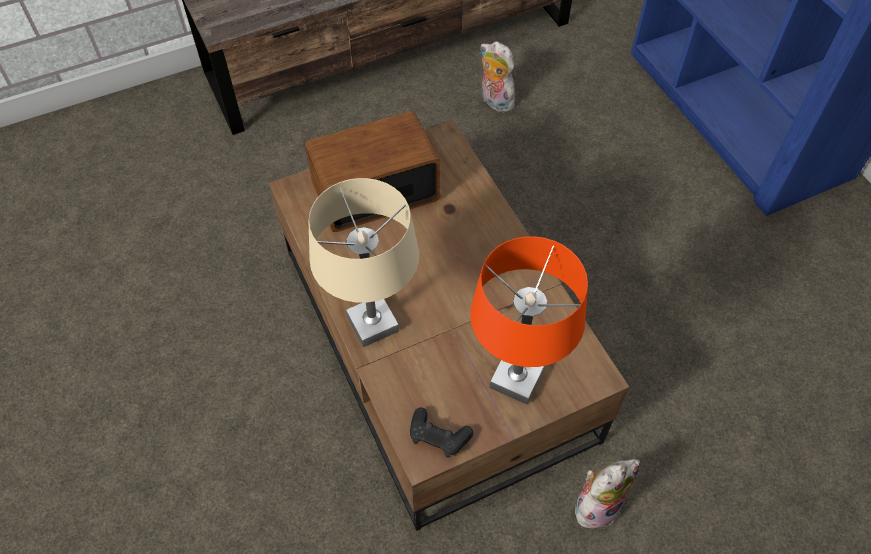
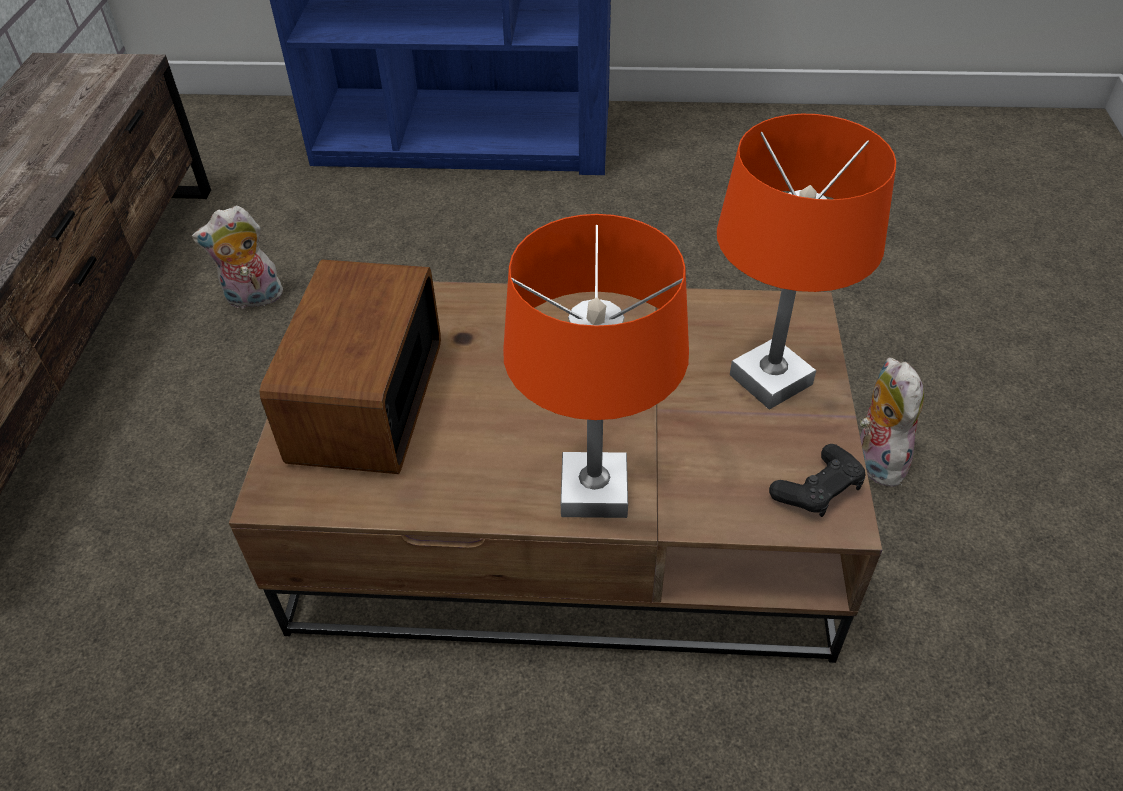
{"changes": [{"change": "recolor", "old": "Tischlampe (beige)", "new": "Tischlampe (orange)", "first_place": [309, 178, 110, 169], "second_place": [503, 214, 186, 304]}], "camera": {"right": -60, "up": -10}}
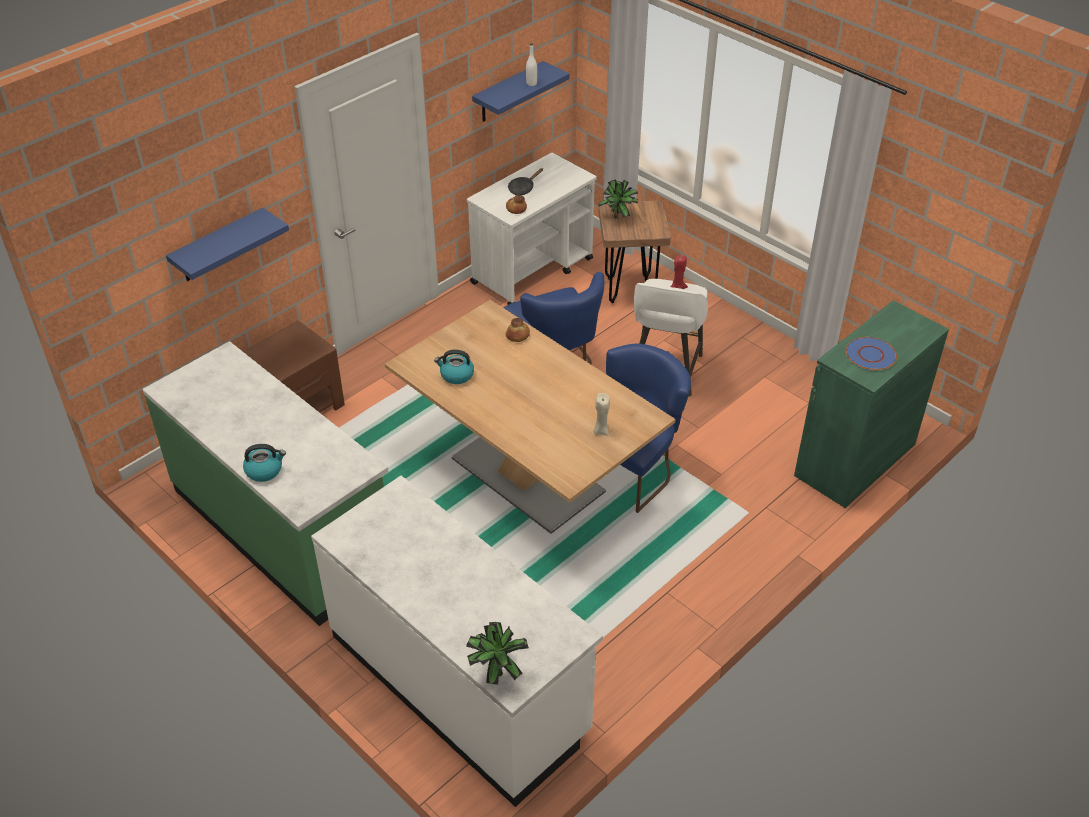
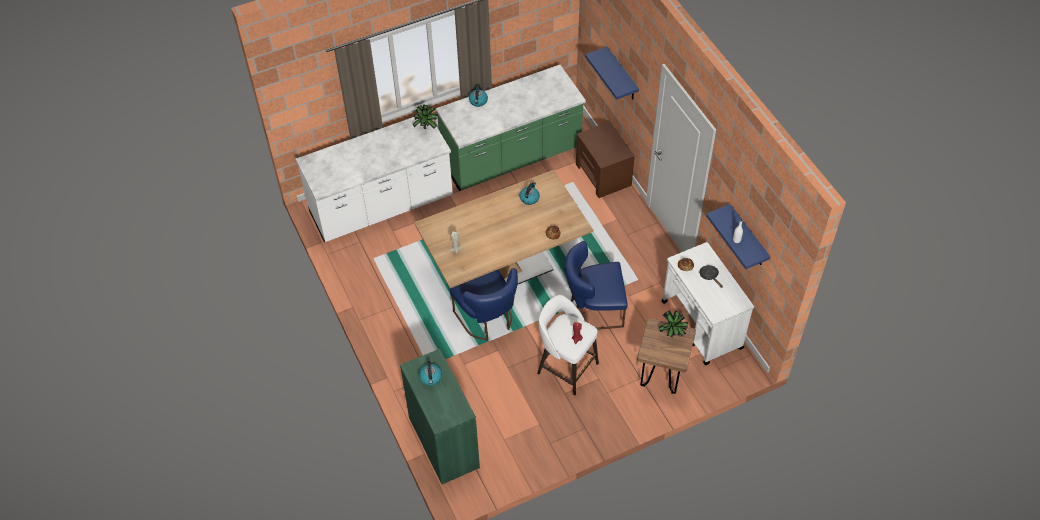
{"changes": [{"change": "move", "old": "Topfpflanze", "first_place": [466, 622, 63, 63], "second_place": [413, 104, 25, 25]}, {"change": "replace", "old": "Teller (blau)", "new": "Wasserkessel", "first_place": [846, 337, 51, 33], "second_place": [419, 361, 23, 25]}], "camera": {"right": 110, "up": 10}}
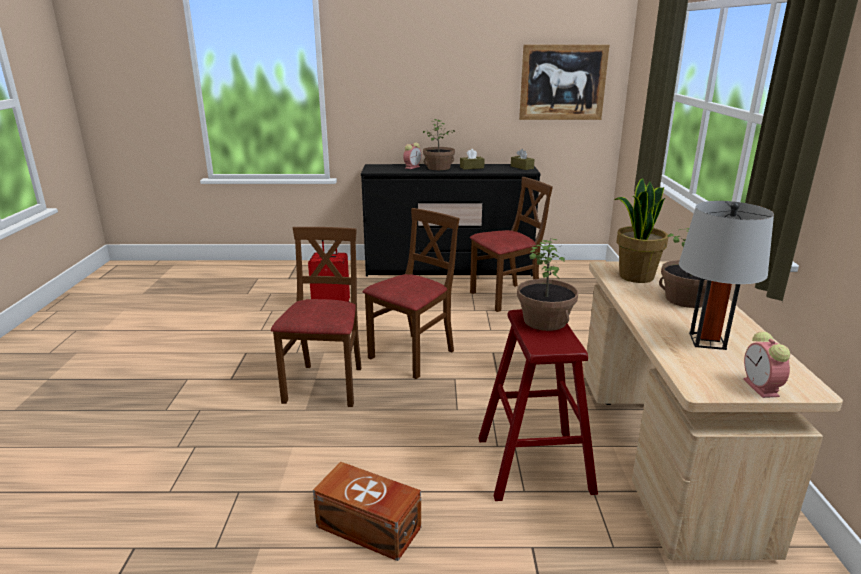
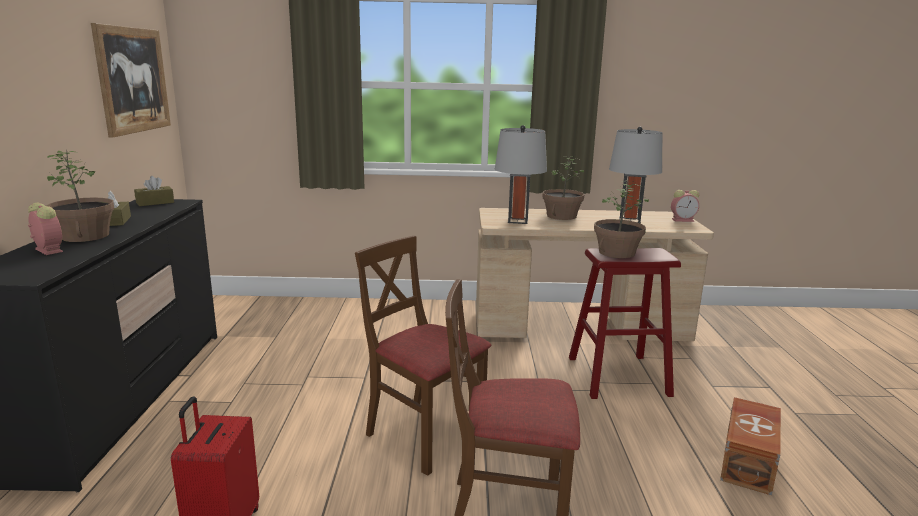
{"changes": [{"change": "delete", "old": "Stuhl (braun)", "first_place": [470, 177, 83, 135]}, {"change": "replace", "old": "Topfpflanze", "new": "Tischlampe (grau)", "first_place": [614, 178, 54, 105], "second_place": [495, 125, 52, 99]}], "camera": {"right": -90, "up": -5}}
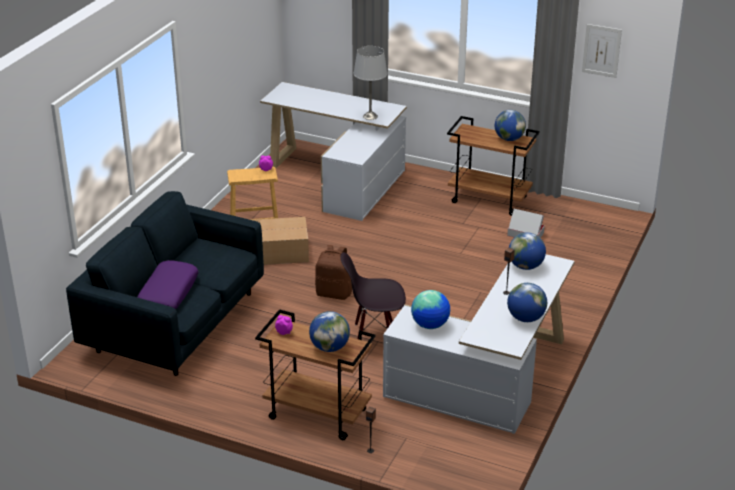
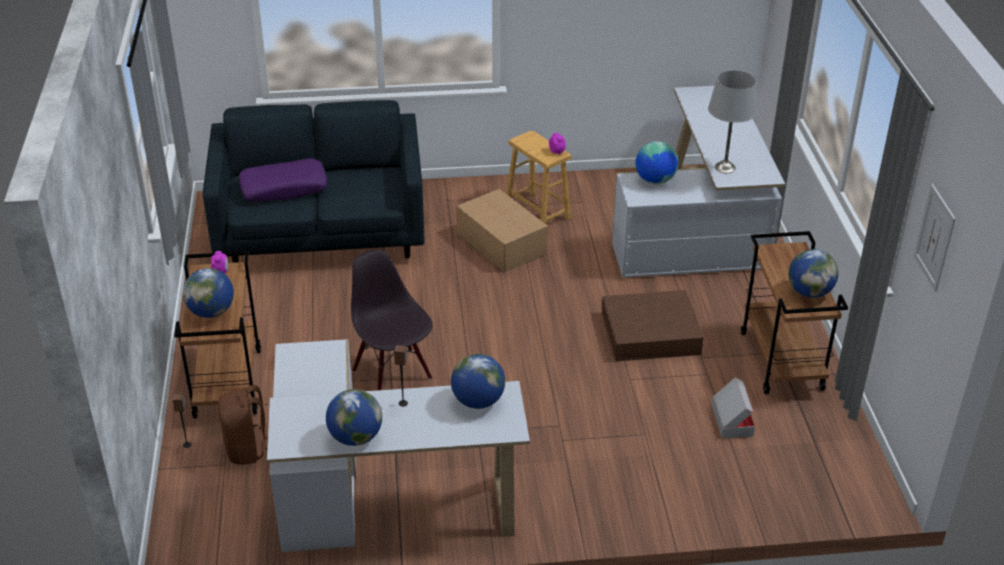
{"changes": [{"change": "insert", "new": "Aufbewahrungsbox (braun)", "second_place": [602, 290, 102, 72]}, {"change": "move", "old": "Rucksack (braun)", "first_place": [315, 245, 37, 55], "second_place": [218, 385, 50, 80]}, {"change": "move", "old": "Globus", "first_place": [411, 290, 39, 39], "second_place": [636, 141, 42, 43]}], "camera": {"right": 60, "up": 5}}
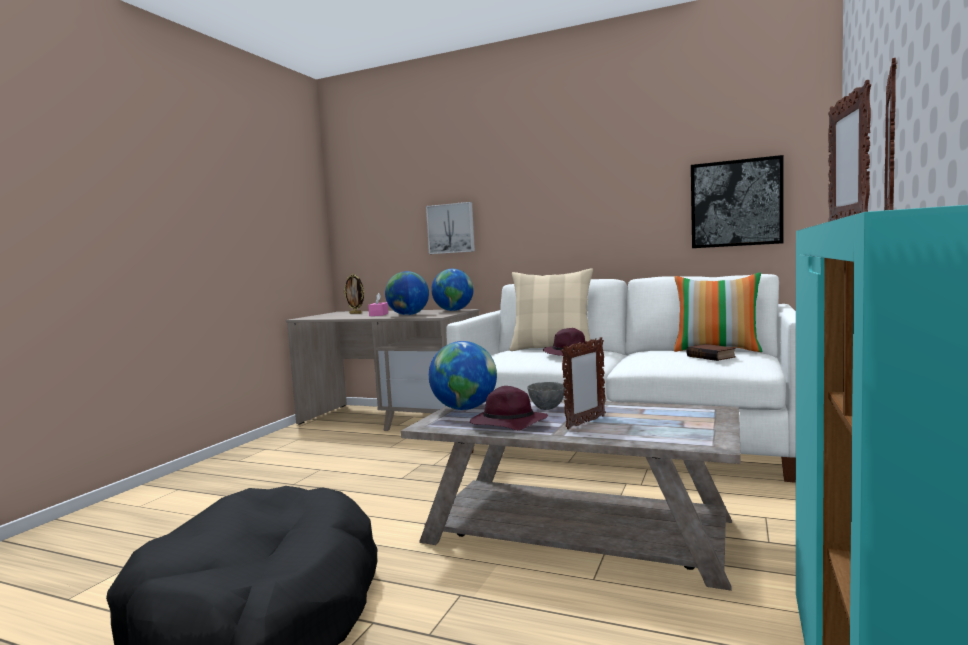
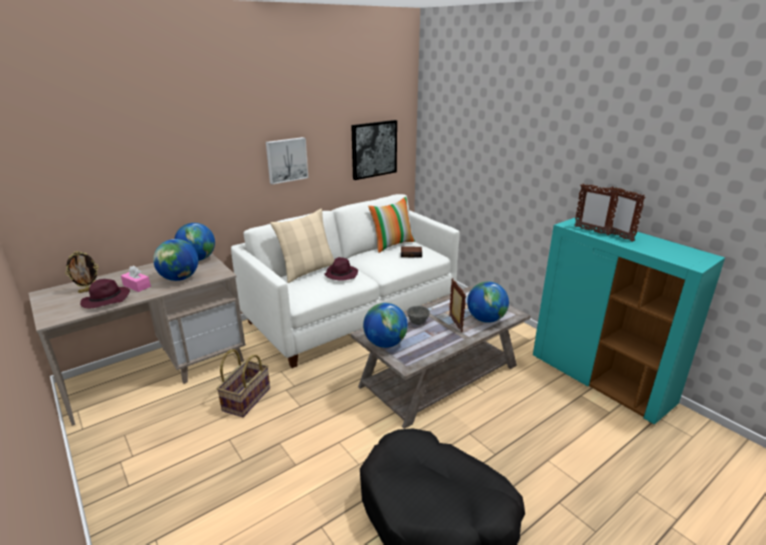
{"changes": [{"change": "insert", "new": "Korb", "second_place": [216, 349, 54, 68]}, {"change": "insert", "new": "Globus", "second_place": [467, 281, 42, 42]}, {"change": "move", "old": "Bild", "first_place": [426, 202, 49, 52], "second_place": [266, 137, 42, 48]}, {"change": "move", "old": "Hut (lila)", "first_place": [470, 386, 78, 44], "second_place": [80, 279, 50, 29]}], "camera": {"right": -60, "up": 20}}
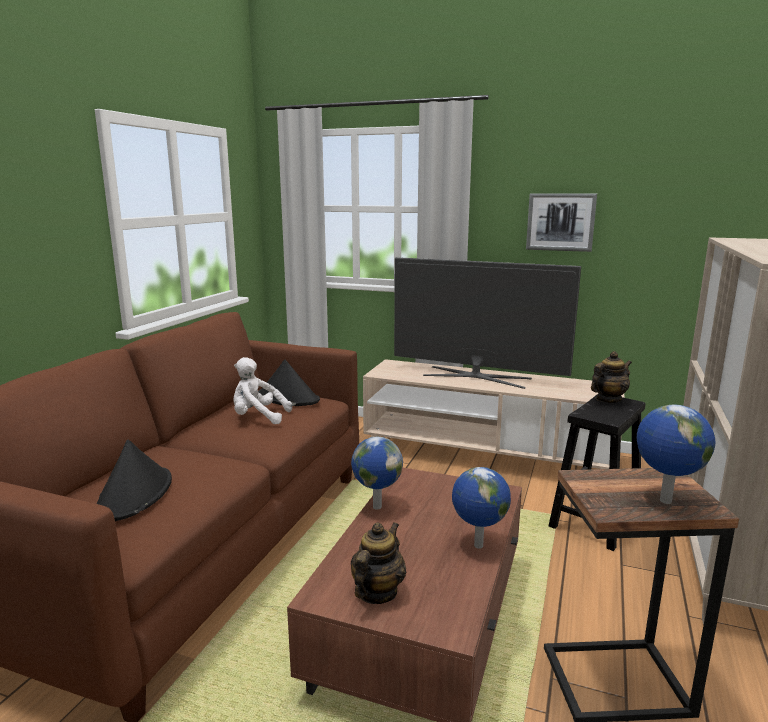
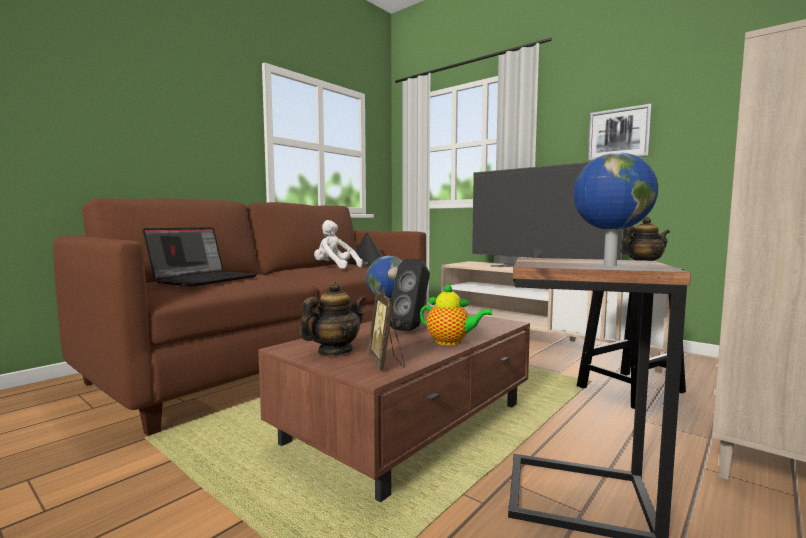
{"changes": [{"change": "insert", "new": "Bilderrahmen", "second_place": [367, 287, 38, 83]}, {"change": "insert", "new": "Lautsprecher (schwarz)", "second_place": [390, 259, 40, 72]}, {"change": "replace", "old": "Hut (schwarz)", "new": "Laptop", "first_place": [96, 440, 76, 81], "second_place": [143, 227, 114, 59]}, {"change": "replace", "old": "Globus", "new": "Teekanne", "first_place": [452, 467, 59, 82], "second_place": [420, 283, 73, 63]}], "camera": {"right": 20, "up": -10}}
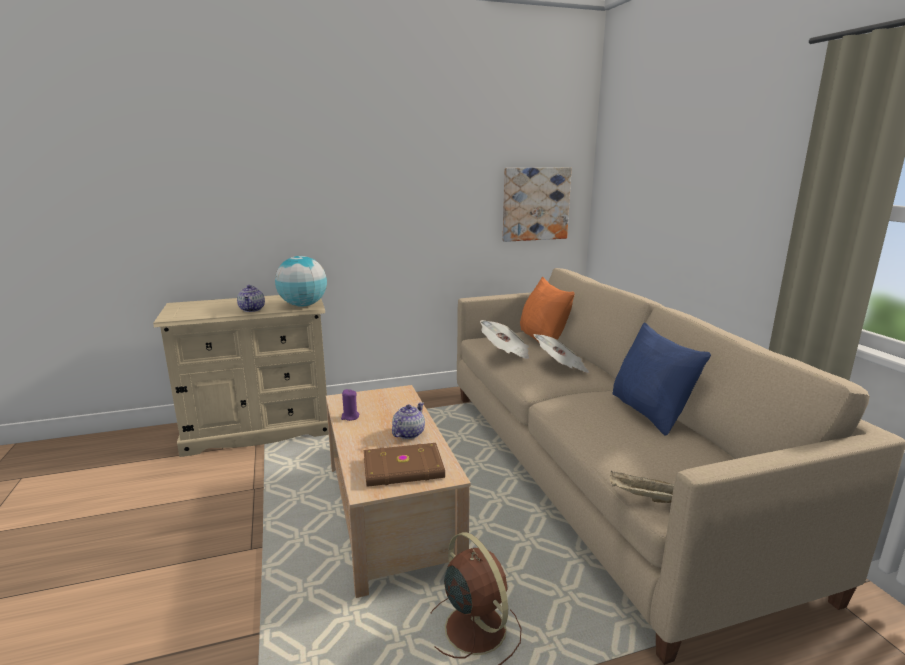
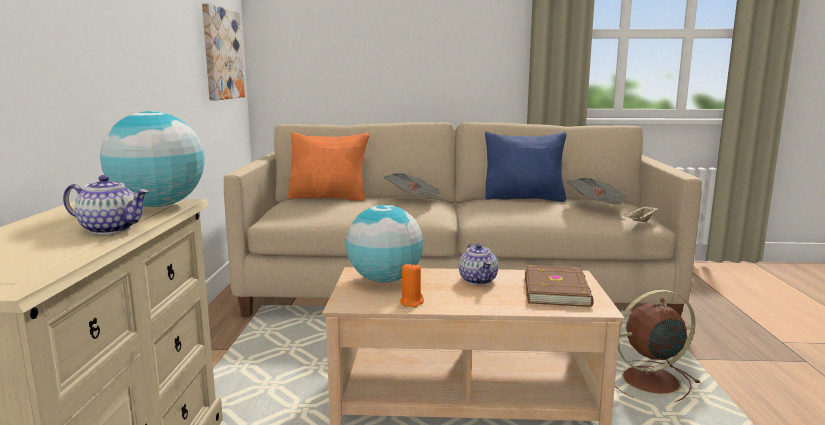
{"changes": [{"change": "insert", "new": "Globus", "second_place": [346, 205, 77, 78]}, {"change": "move", "old": "Zeitung", "first_place": [480, 320, 49, 39], "second_place": [567, 178, 59, 26]}, {"change": "recolor", "old": "Kerze (lila)", "new": "Kerze (orange)", "first_place": [341, 389, 18, 32], "second_place": [399, 262, 25, 45]}, {"change": "rotate", "old": "Teekanne", "first_place": [392, 402, 33, 37], "second_place": [459, 244, 39, 41], "degrees": -150}], "camera": {"right": -70, "up": -5}}
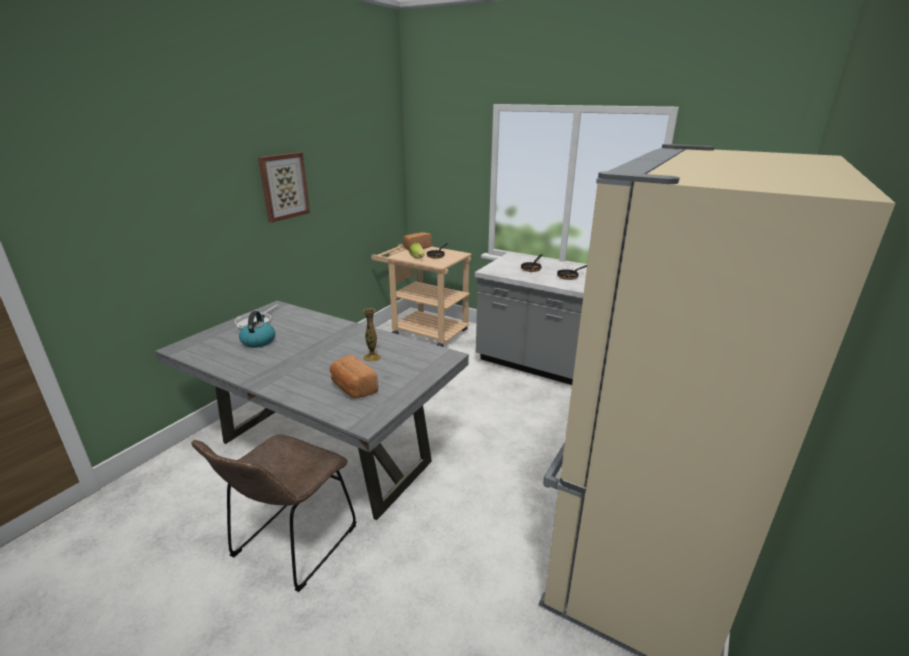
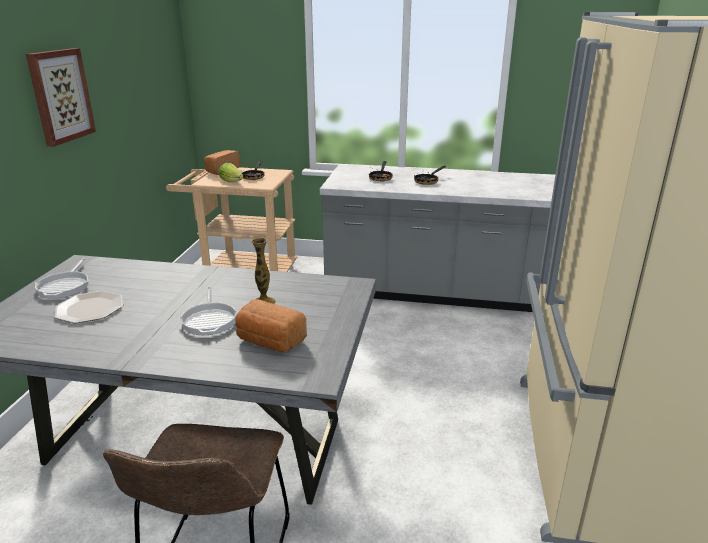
{"changes": [{"change": "insert", "new": "Pfanne", "second_place": [179, 287, 59, 48]}, {"change": "replace", "old": "Wasserkessel", "new": "Teller", "first_place": [239, 311, 36, 37], "second_place": [55, 291, 68, 32]}], "camera": {"right": -20, "up": 0}}
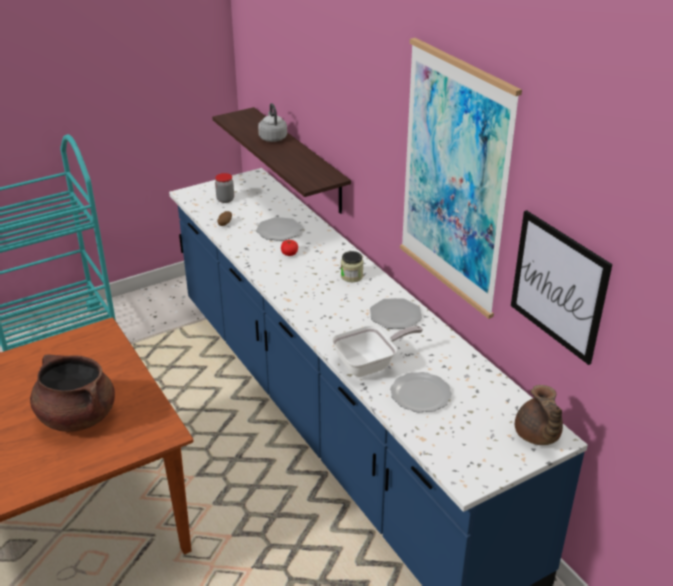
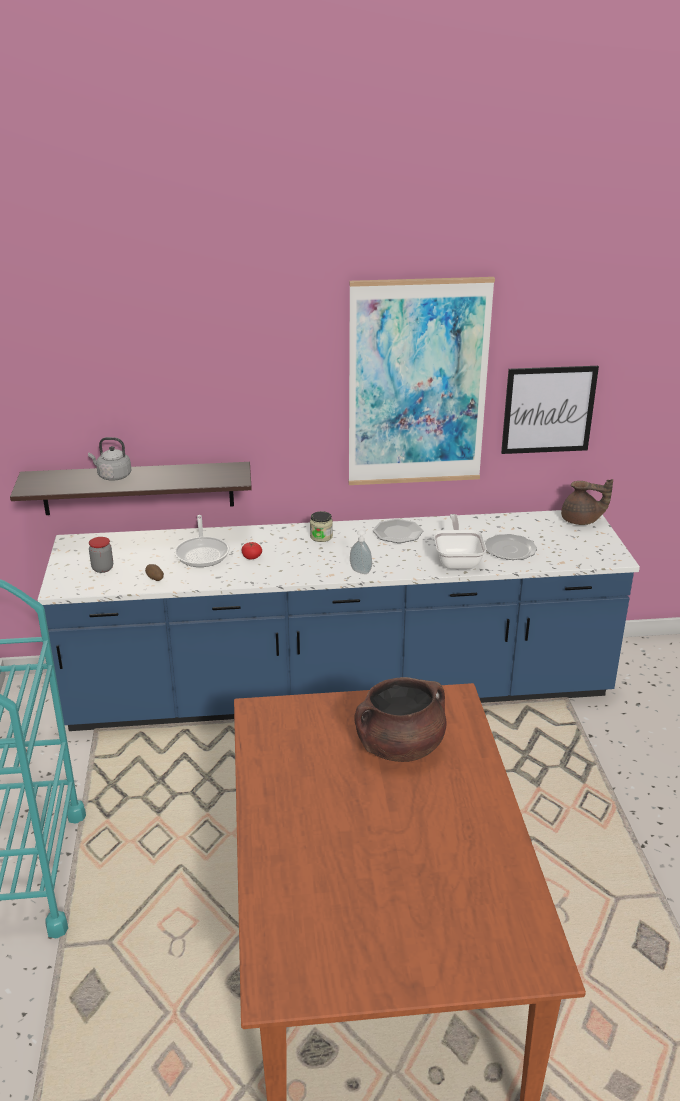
{"changes": [{"change": "insert", "new": "Seifenspender", "second_place": [350, 529, 22, 45]}, {"change": "replace", "old": "Teller", "new": "Pfanne", "first_place": [256, 217, 46, 24], "second_place": [174, 515, 56, 52]}], "camera": {"right": -65, "up": -5}}
